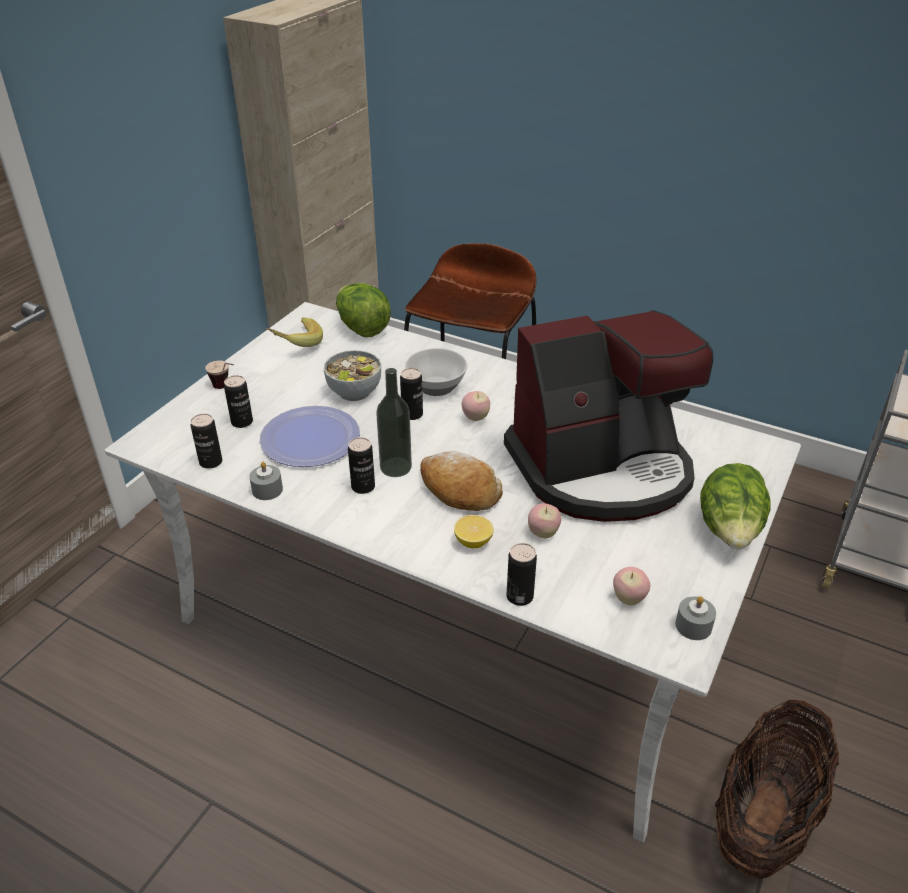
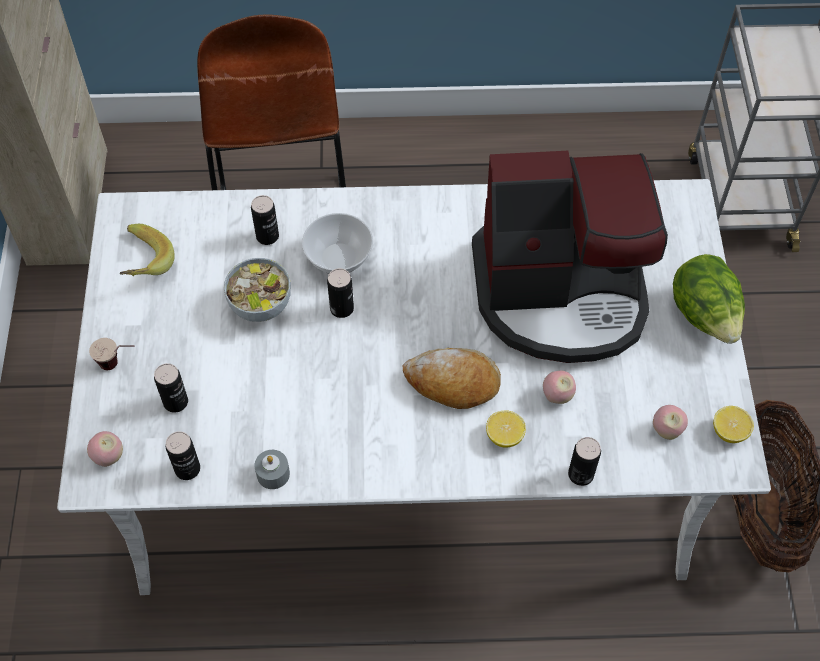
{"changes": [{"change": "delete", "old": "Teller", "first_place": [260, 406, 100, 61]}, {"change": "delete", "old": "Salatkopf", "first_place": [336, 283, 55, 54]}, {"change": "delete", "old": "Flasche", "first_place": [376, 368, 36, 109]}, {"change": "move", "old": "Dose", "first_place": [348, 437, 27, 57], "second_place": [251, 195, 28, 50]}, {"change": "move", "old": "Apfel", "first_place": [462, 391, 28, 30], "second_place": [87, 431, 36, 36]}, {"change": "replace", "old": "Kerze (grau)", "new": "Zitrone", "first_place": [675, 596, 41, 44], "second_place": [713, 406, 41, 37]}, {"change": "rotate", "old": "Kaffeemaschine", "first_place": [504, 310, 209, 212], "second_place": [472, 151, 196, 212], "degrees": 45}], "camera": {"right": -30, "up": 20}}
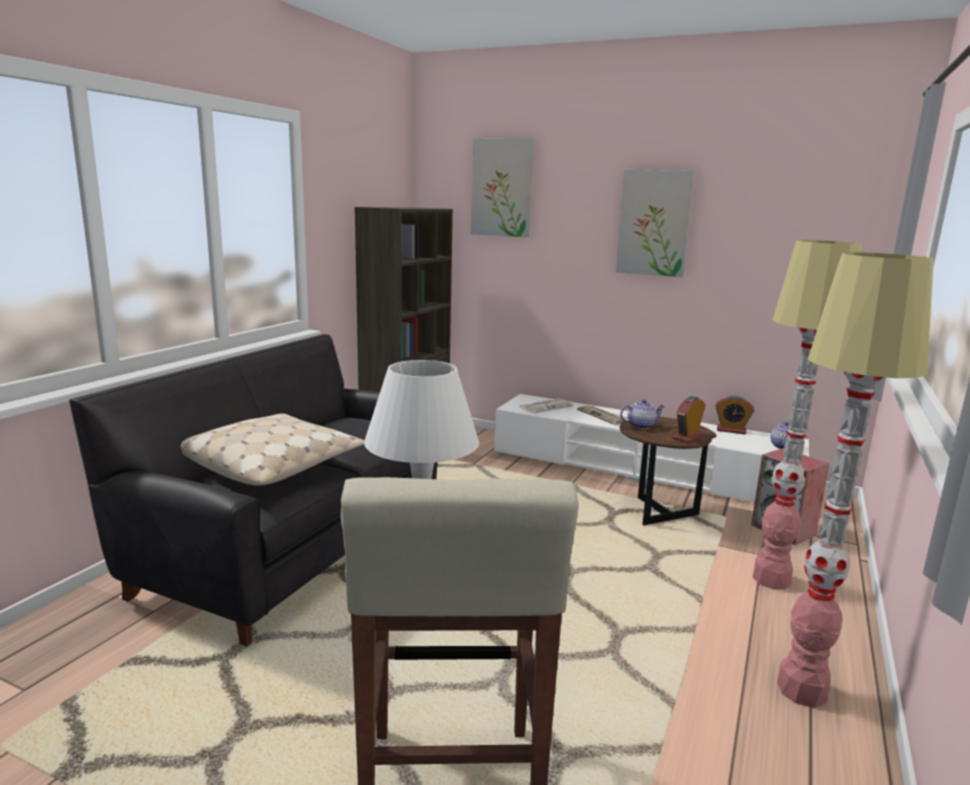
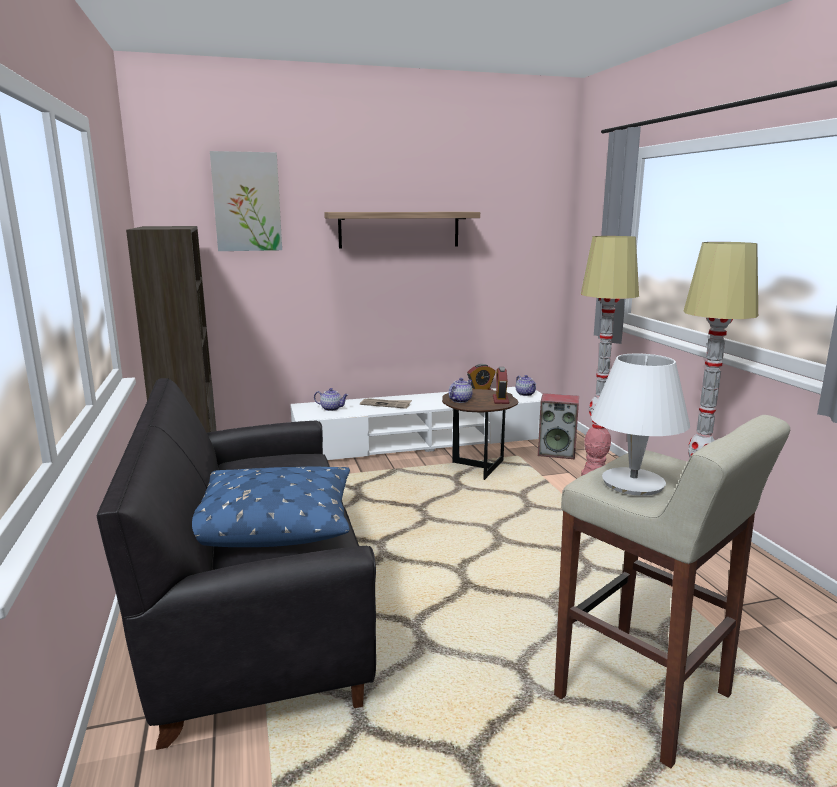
{"changes": [{"change": "replace", "old": "Zeitung", "new": "Teekanne", "first_place": [520, 398, 54, 15], "second_place": [314, 388, 34, 23]}, {"change": "replace", "old": "Bild", "new": "Wandregal", "first_place": [616, 170, 79, 107], "second_place": [324, 212, 156, 37]}, {"change": "recolor", "old": "Kissen (beige)", "new": "Kissen (blau)", "first_place": [181, 413, 184, 73], "second_place": [192, 466, 158, 81]}], "camera": {"right": -40, "up": 0}}
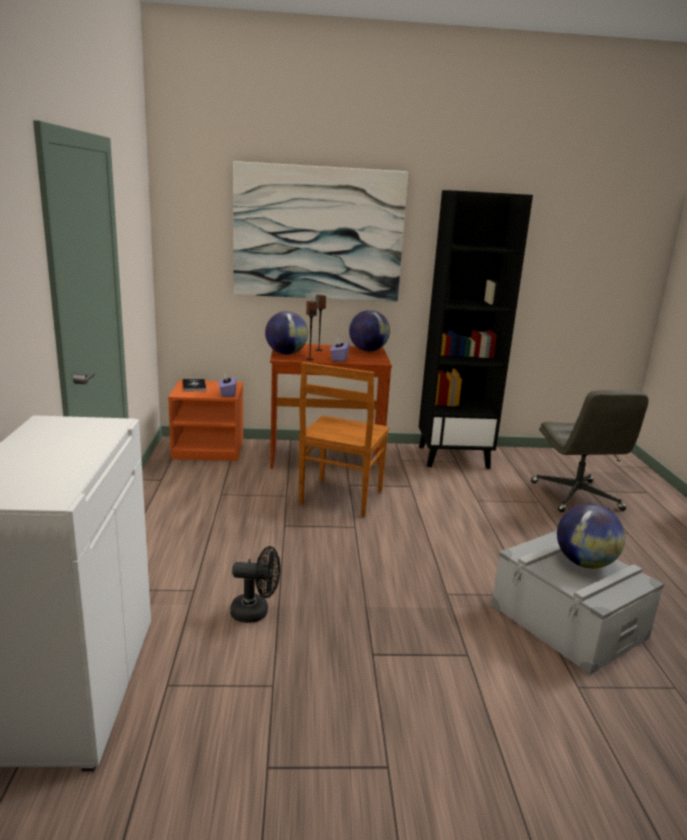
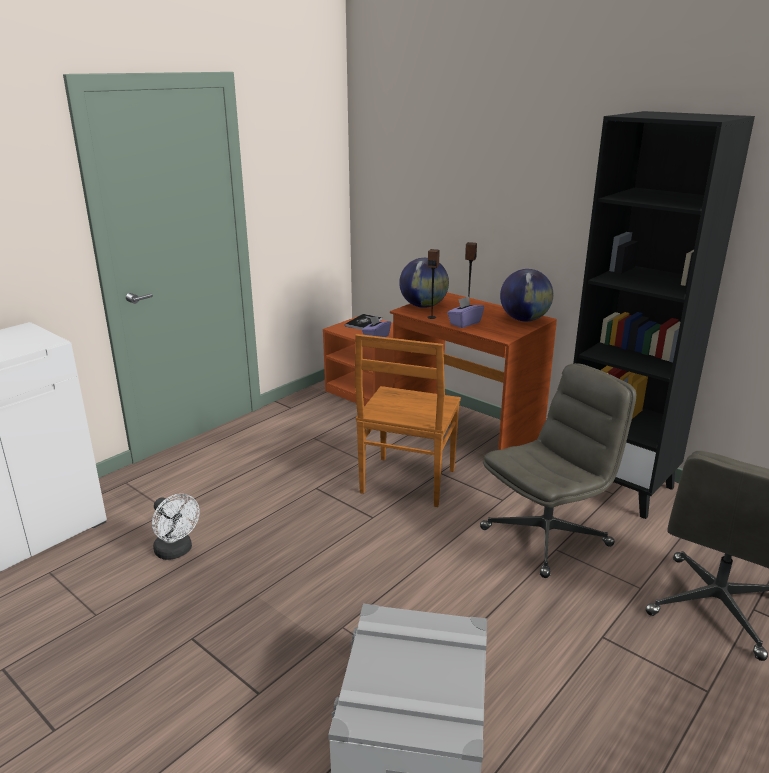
{"changes": [{"change": "delete", "old": "Bild", "first_place": [233, 161, 175, 141]}, {"change": "delete", "old": "Globus", "first_place": [557, 504, 68, 64]}, {"change": "insert", "new": "Bürostuhl (grau)", "second_place": [480, 363, 156, 215]}, {"change": "recolor", "old": "Ventilator (schwarz)", "new": "Ventilator (weiß)", "first_place": [230, 546, 50, 77], "second_place": [152, 494, 47, 66]}, {"change": "rotate", "old": "Stuhl (braun)", "first_place": [299, 362, 90, 155], "second_place": [355, 334, 106, 173], "degrees": -45}], "camera": {"right": 45, "up": 5}}
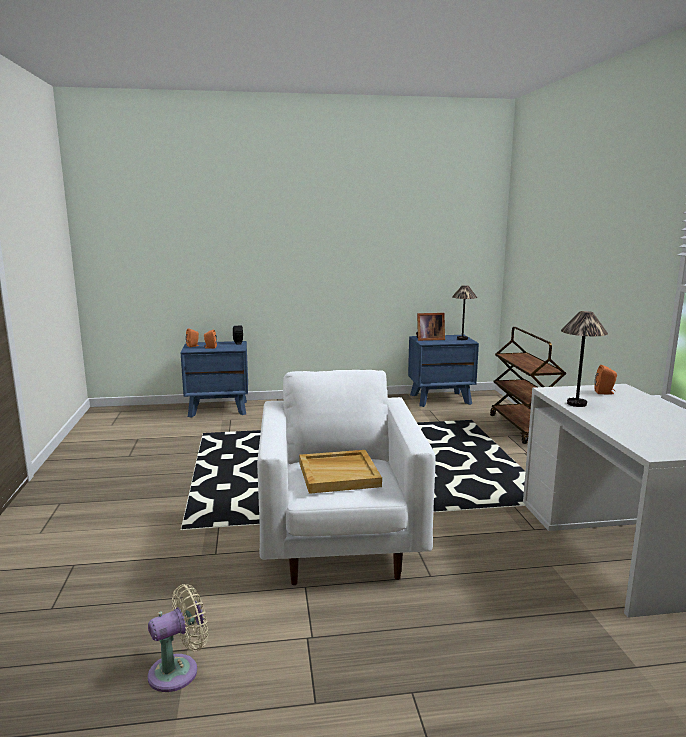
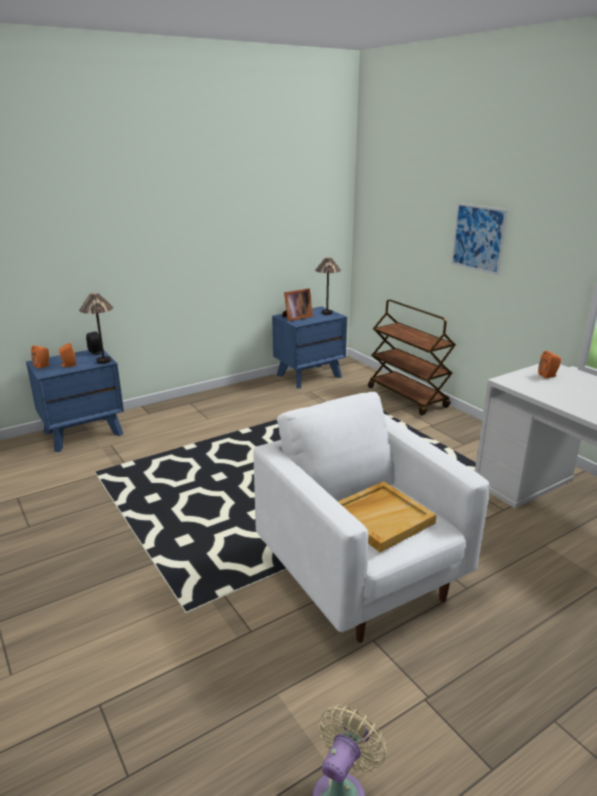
{"changes": [{"change": "insert", "new": "Bild", "second_place": [451, 203, 57, 72]}, {"change": "move", "old": "Tischlampe", "first_place": [561, 311, 47, 96], "second_place": [79, 293, 34, 71]}], "camera": {"right": -25, "up": 10}}
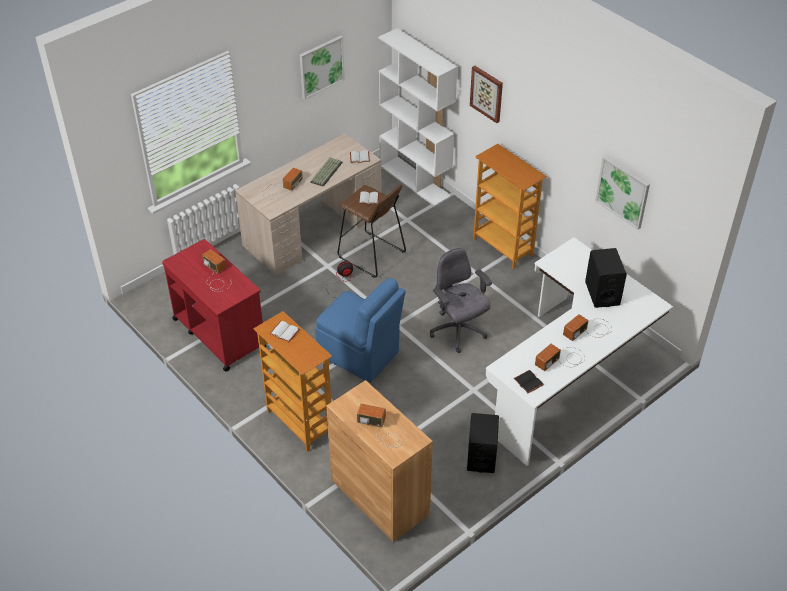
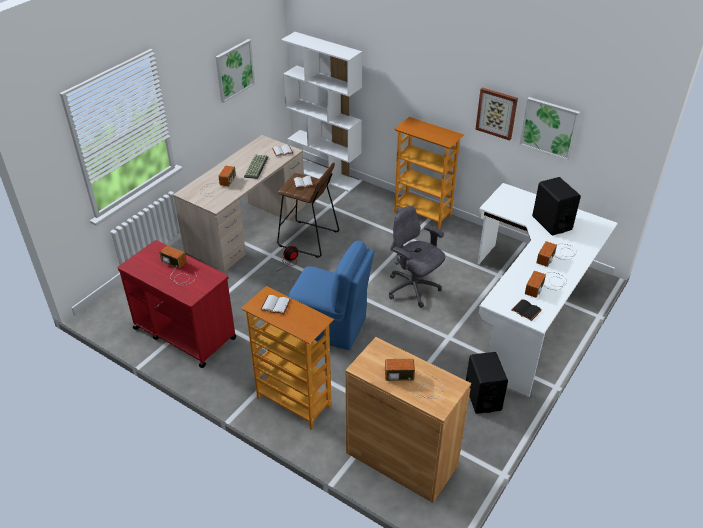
{"changes": [{"change": "move", "old": "Bild", "first_place": [470, 66, 33, 57], "second_place": [475, 88, 43, 53]}], "camera": {"right": -15, "up": -5}}
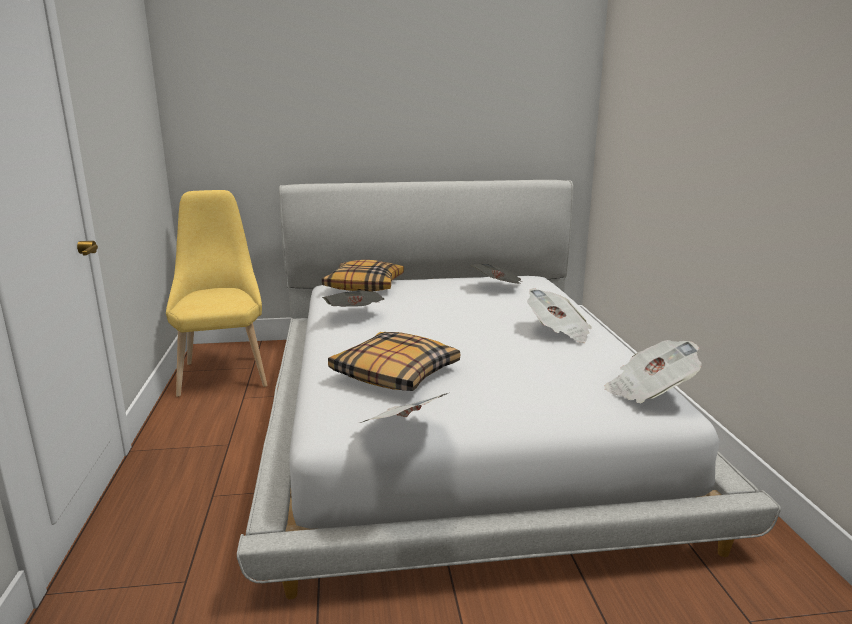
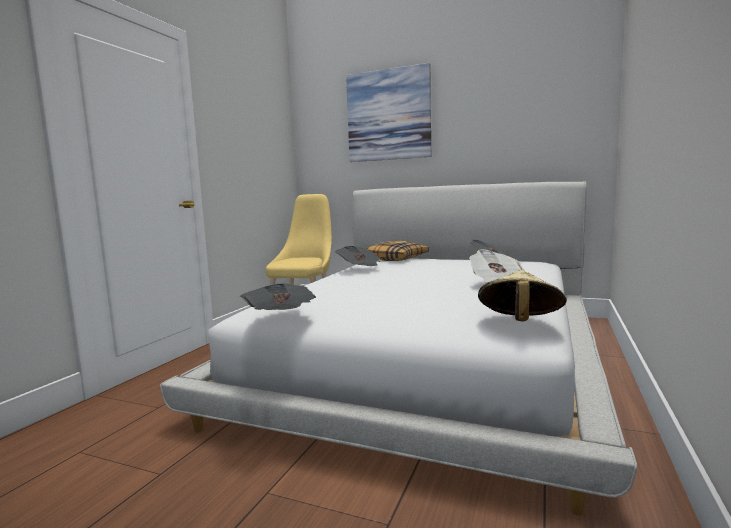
{"changes": [{"change": "delete", "old": "Kissen", "first_place": [328, 332, 132, 59]}, {"change": "insert", "new": "Bild", "second_place": [346, 63, 85, 99]}, {"change": "replace", "old": "Zeitung", "new": "Hut (beige)", "first_place": [605, 340, 97, 63], "second_place": [478, 270, 89, 52]}], "camera": {"right": 30, "up": -10}}
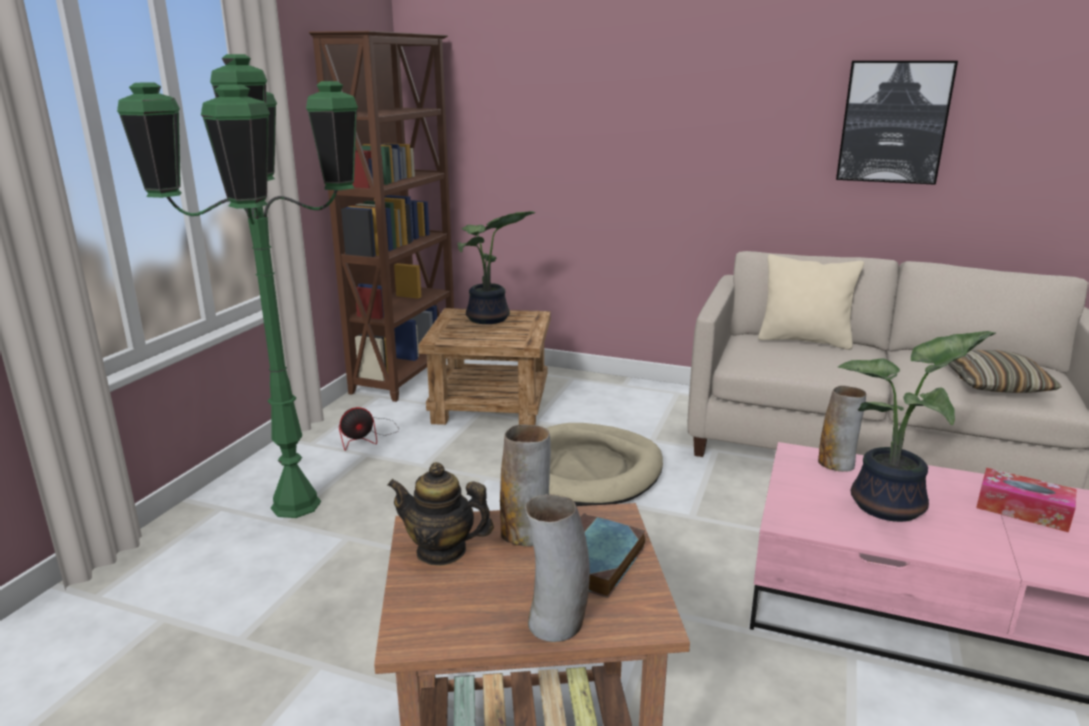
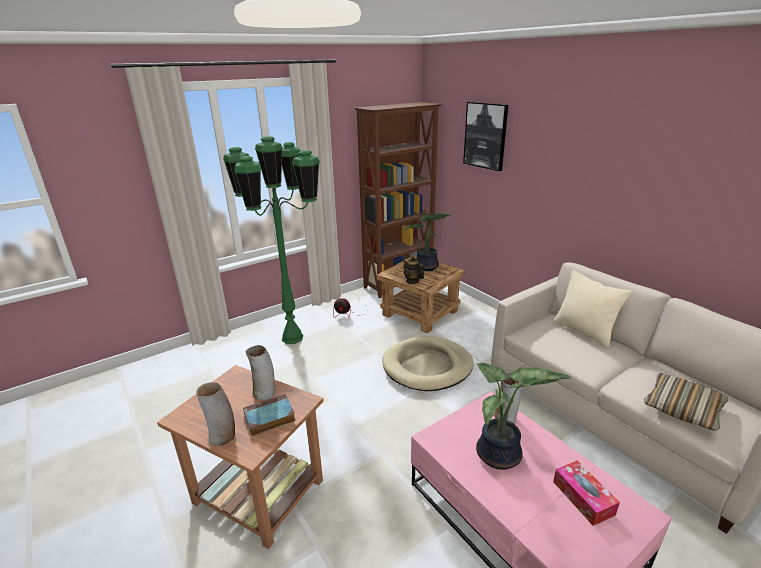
{"changes": [{"change": "move", "old": "Teekanne", "first_place": [387, 462, 107, 104], "second_place": [403, 256, 21, 28]}, {"change": "move", "old": "Bild", "first_place": [836, 61, 122, 124], "second_place": [463, 102, 45, 69]}], "camera": {"right": 35, "up": 5}}
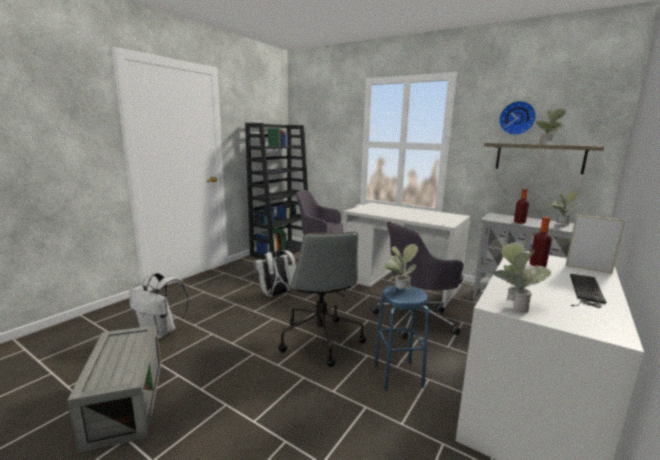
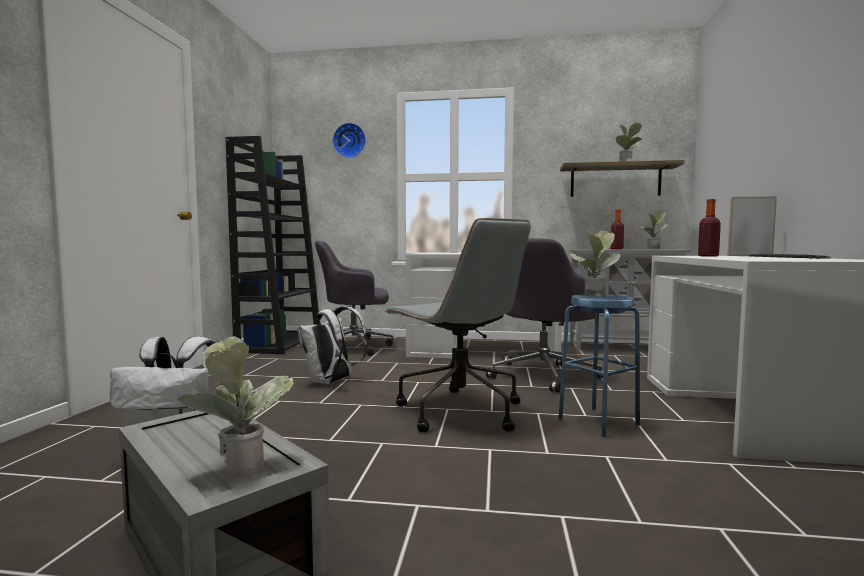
{"changes": [{"change": "move", "old": "Topfpflanze", "first_place": [492, 242, 59, 71], "second_place": [177, 336, 117, 142]}, {"change": "move", "old": "Wanduhr", "first_place": [499, 101, 37, 34], "second_place": [332, 123, 34, 35]}], "camera": {"right": -25, "up": -10}}
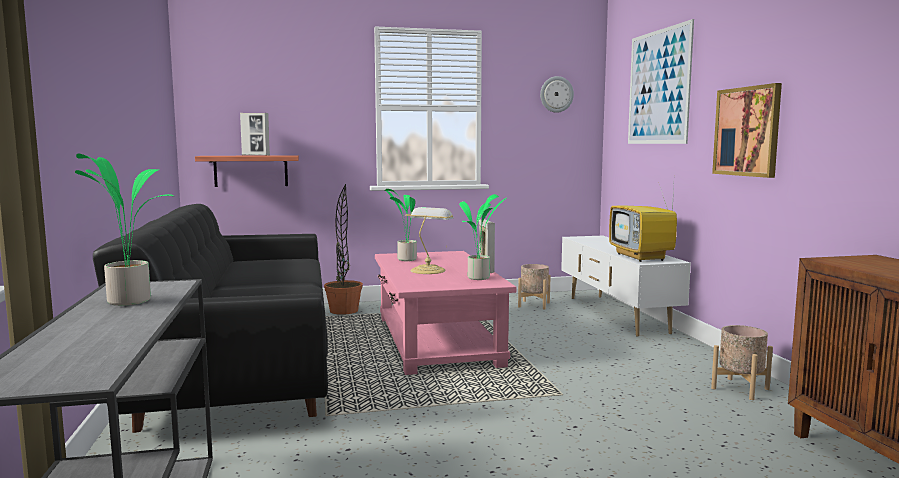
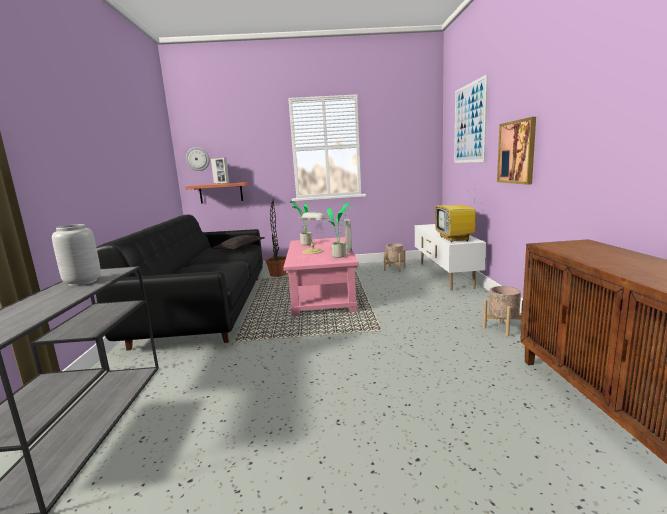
{"changes": [{"change": "insert", "new": "Kissen", "second_place": [212, 235, 53, 15]}, {"change": "move", "old": "Wanduhr", "first_place": [540, 76, 34, 37], "second_place": [186, 147, 24, 24]}, {"change": "replace", "old": "Topfpflanze", "new": "Vase (grau)", "first_place": [75, 153, 99, 153], "second_place": [52, 224, 49, 62]}], "camera": {"right": 10, "up": 5}}
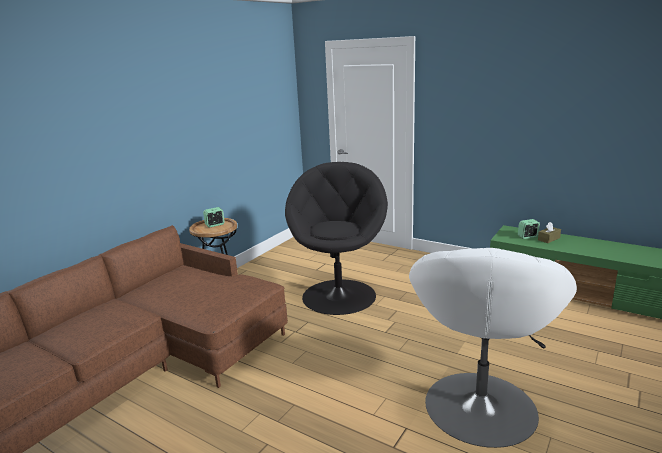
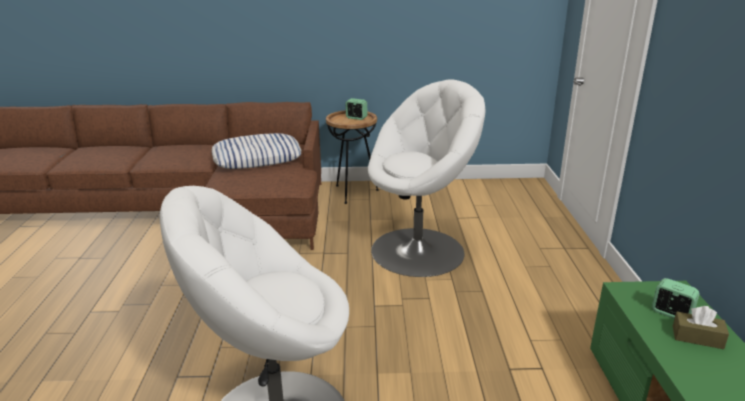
{"changes": [{"change": "insert", "new": "Kissen", "second_place": [211, 133, 91, 36]}, {"change": "recolor", "old": "Sessel (schwarz)", "new": "Sessel (weiß)", "first_place": [285, 162, 103, 153], "second_place": [368, 79, 117, 198]}], "camera": {"right": 55, "up": 5}}
